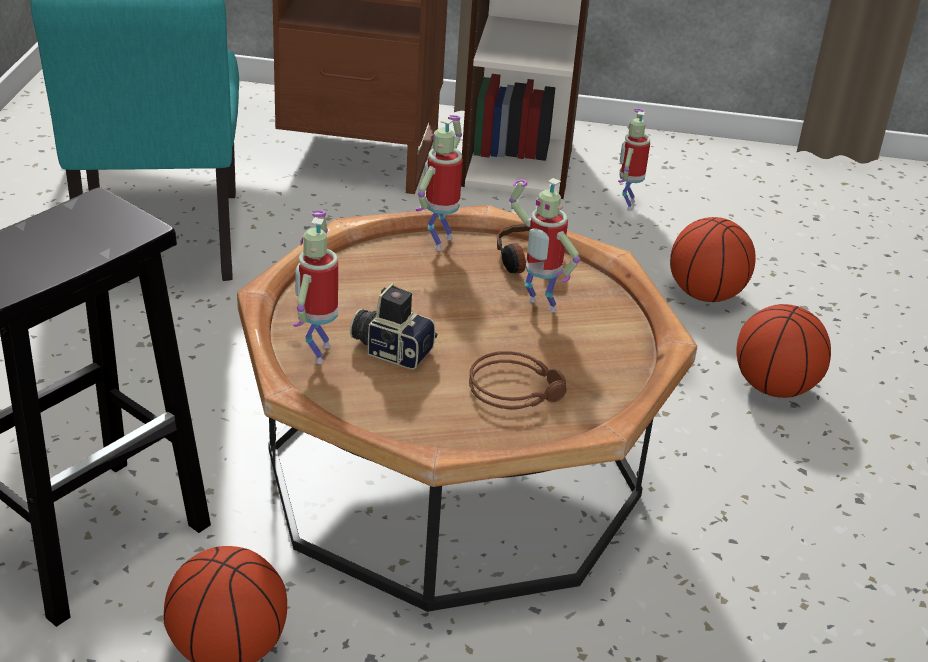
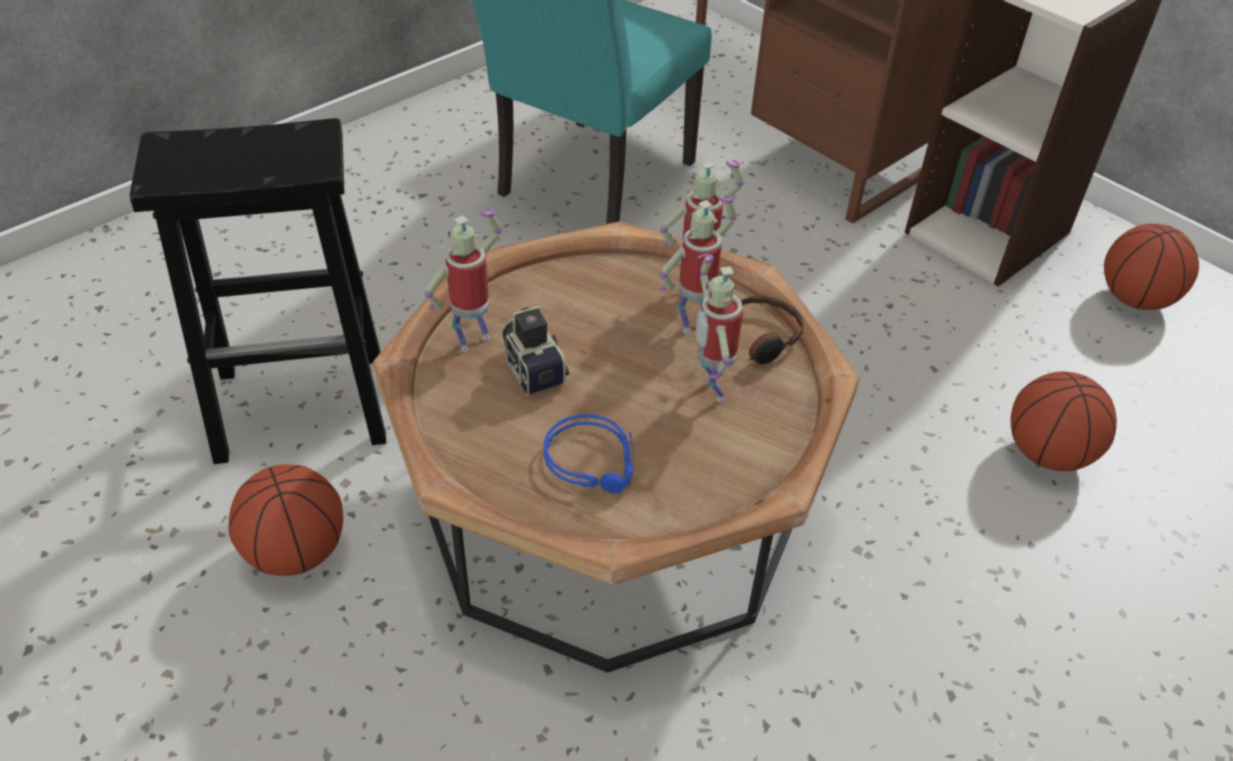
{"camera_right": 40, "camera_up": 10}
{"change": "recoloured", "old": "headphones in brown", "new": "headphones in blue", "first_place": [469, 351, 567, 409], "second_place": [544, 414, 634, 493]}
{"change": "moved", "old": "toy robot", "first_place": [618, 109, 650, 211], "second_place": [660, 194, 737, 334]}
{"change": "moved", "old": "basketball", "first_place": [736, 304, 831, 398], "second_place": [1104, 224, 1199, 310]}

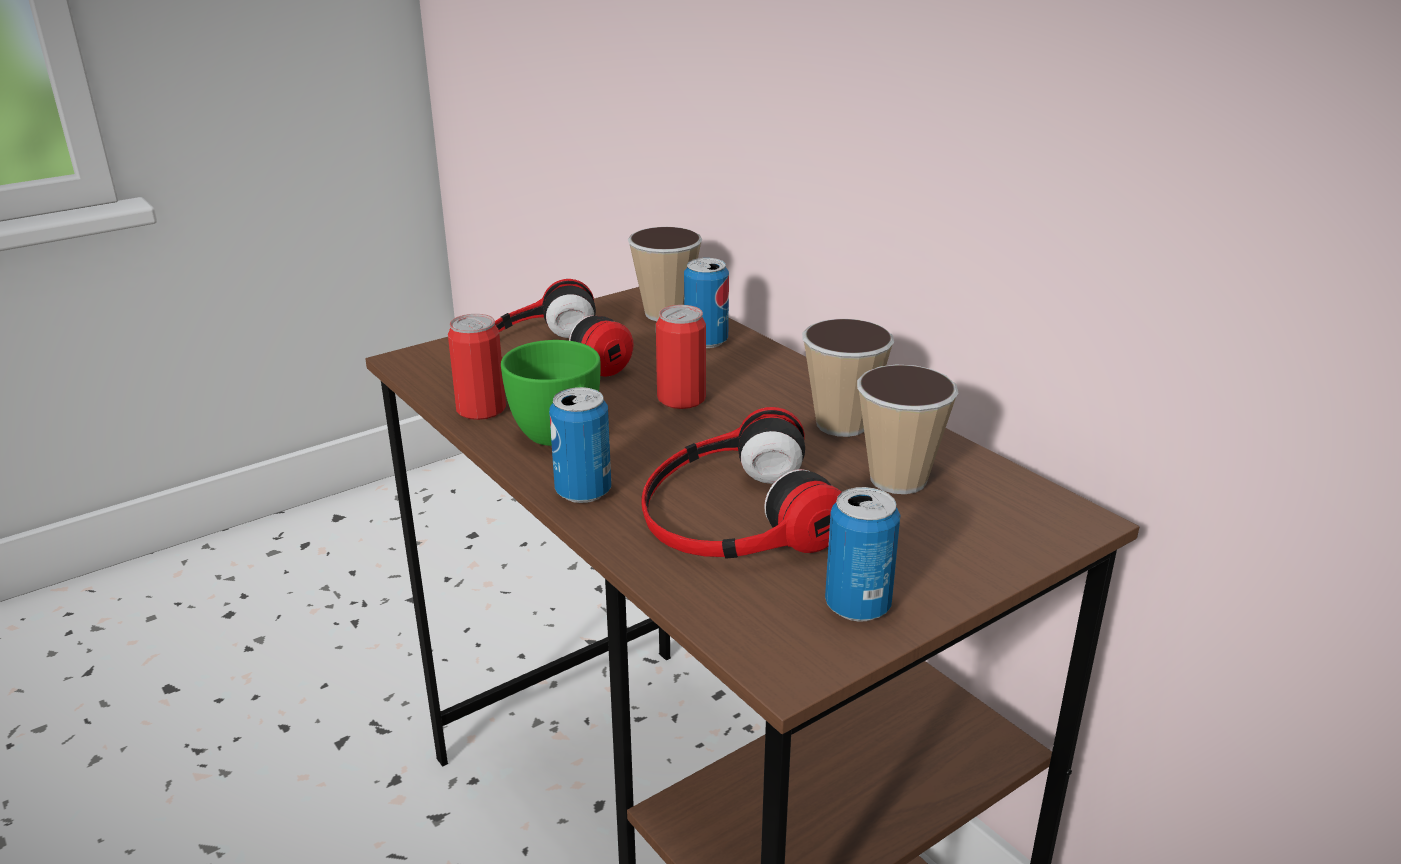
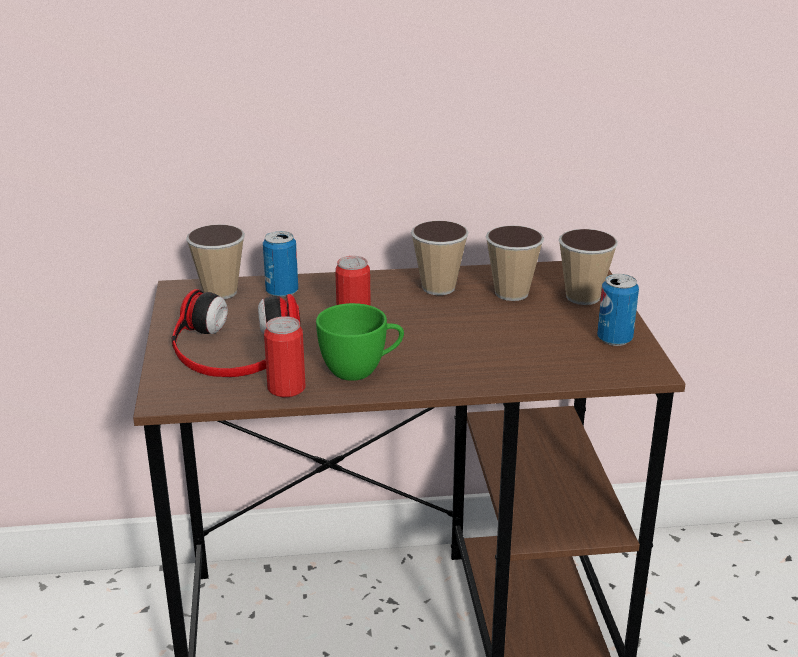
{"camera_right": -60, "camera_up": 0}
{"change": "added", "new": "cup", "second_place": [559, 229, 618, 305]}
{"change": "removed", "old": "can", "first_place": [549, 387, 611, 503]}
{"change": "removed", "old": "headphones", "first_place": [642, 407, 841, 559]}

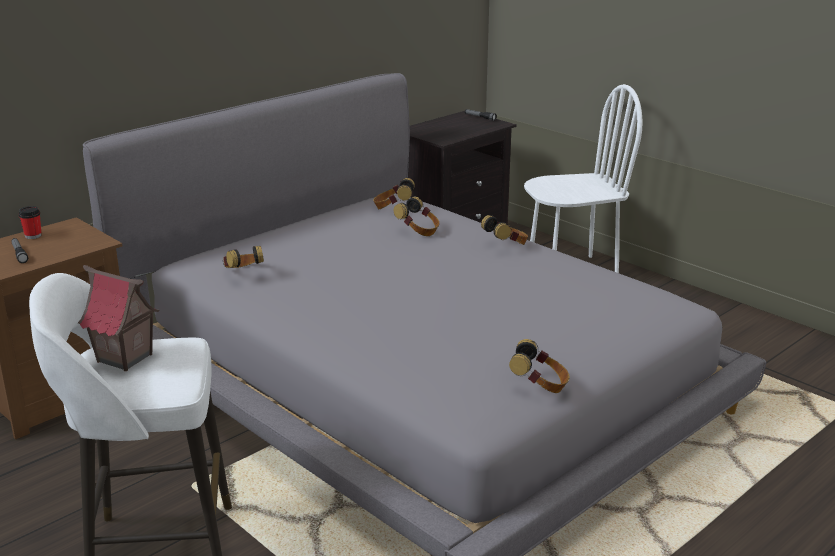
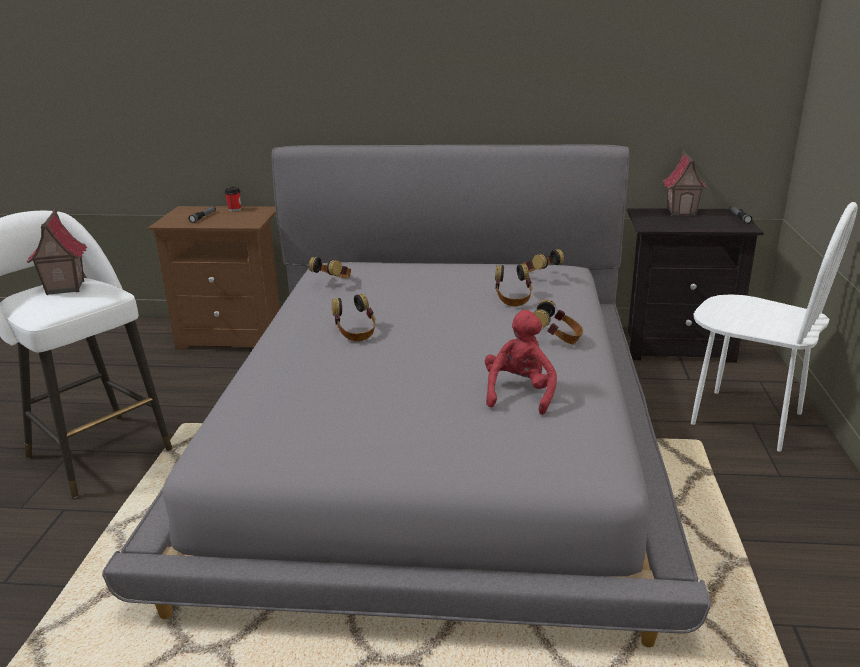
{"camera_right": 50, "camera_up": 0}
{"change": "moved", "old": "headphones", "first_place": [509, 339, 569, 393], "second_place": [332, 294, 375, 341]}
{"change": "added", "new": "plush toy in red", "second_place": [485, 310, 557, 415]}
{"change": "added", "new": "toy house", "second_place": [662, 150, 708, 216]}

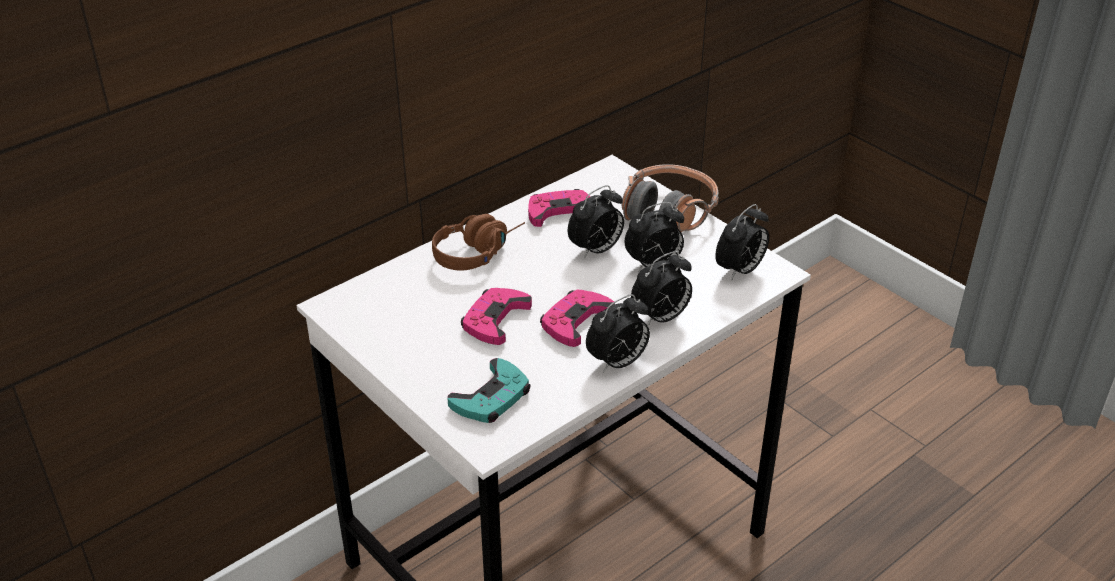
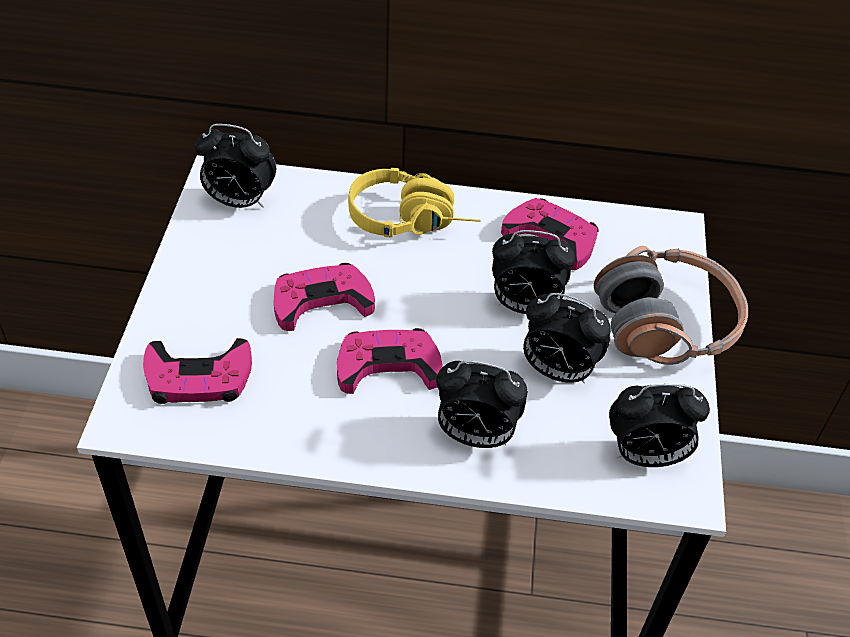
{"camera_right": 45, "camera_up": 10}
{"change": "recoloured", "old": "game controller in turquoise", "new": "game controller in pink", "first_place": [447, 358, 530, 423], "second_place": [143, 338, 252, 404]}
{"change": "moved", "old": "alarm clock", "first_place": [586, 294, 650, 373], "second_place": [195, 124, 276, 208]}
{"change": "recoloured", "old": "headphones in brown", "new": "headphones in yellow", "first_place": [432, 214, 525, 270], "second_place": [348, 168, 481, 237]}

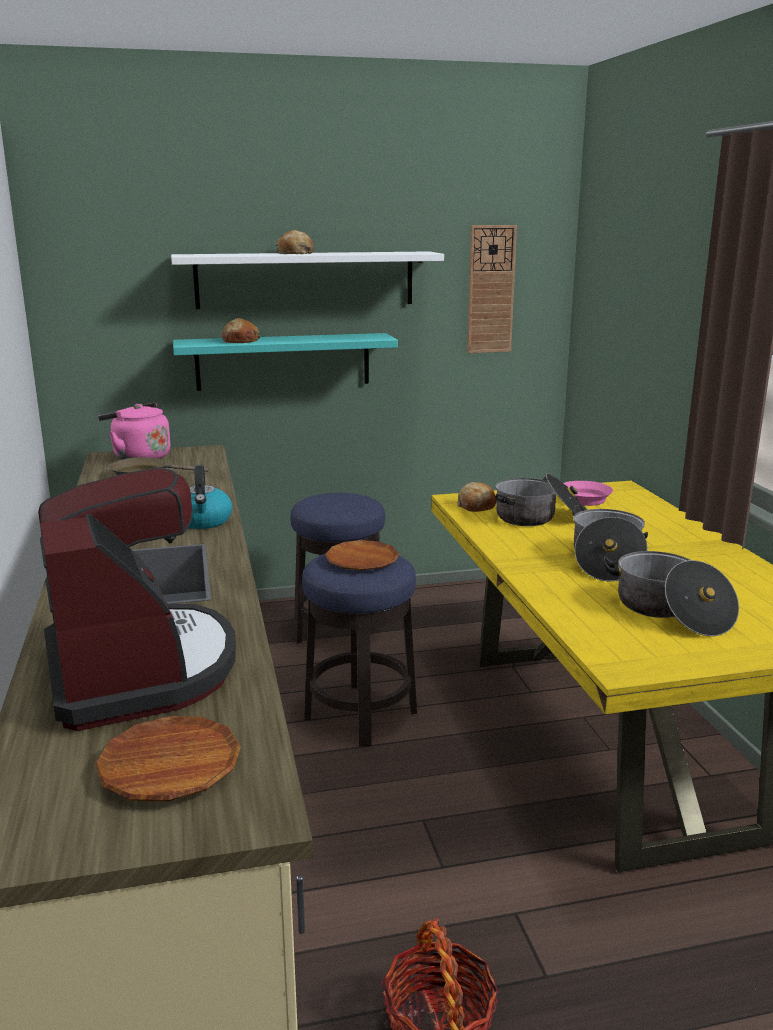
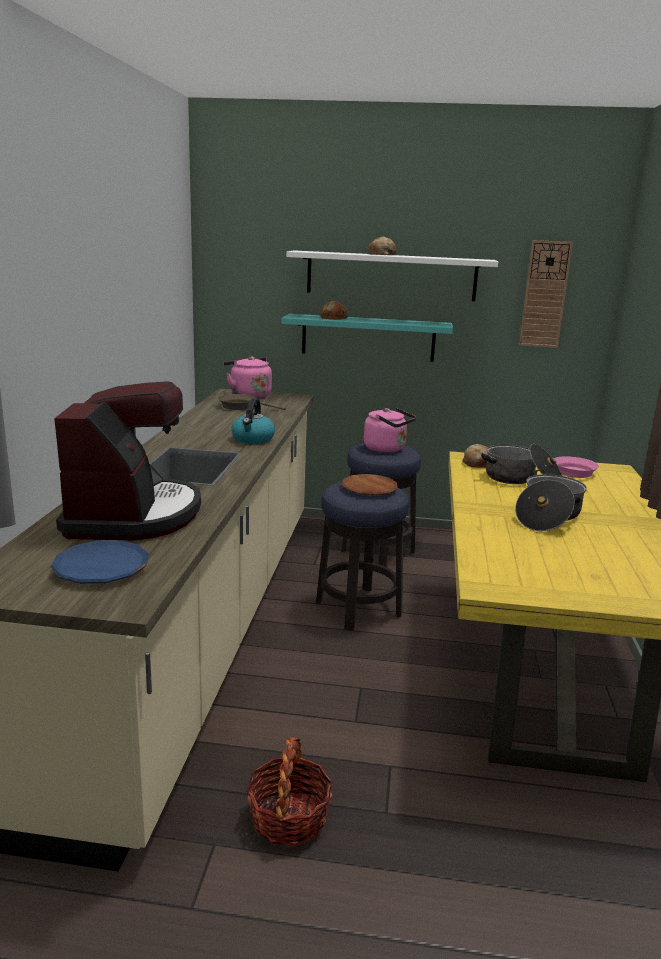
{"camera_right": 20, "camera_up": 0}
{"change": "recoloured", "old": "plate in brown", "new": "plate in blue", "first_place": [95, 716, 241, 802], "second_place": [51, 540, 149, 584]}
{"change": "added", "new": "kettle in pink", "second_place": [364, 408, 416, 453]}
{"change": "removed", "old": "cooking pot", "first_place": [603, 551, 739, 636]}

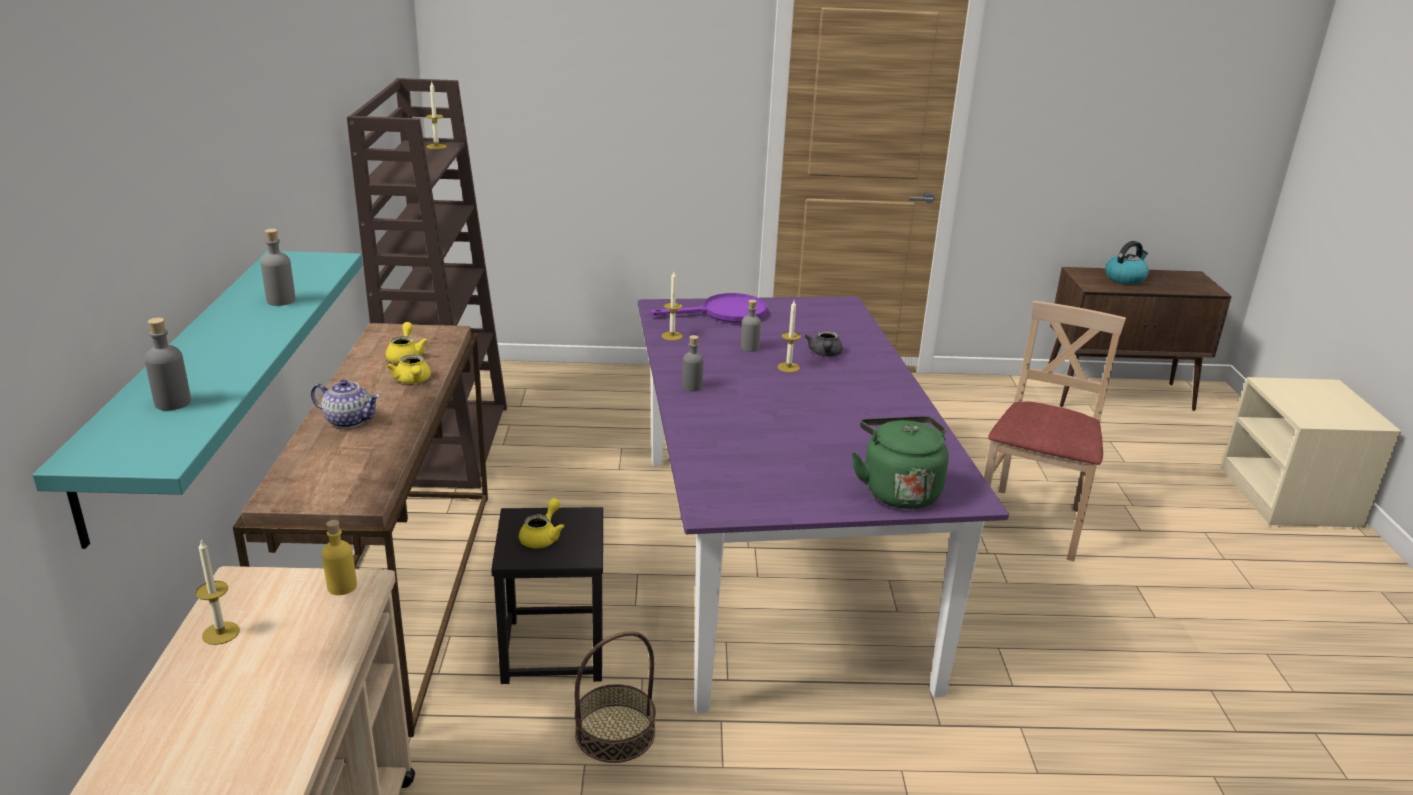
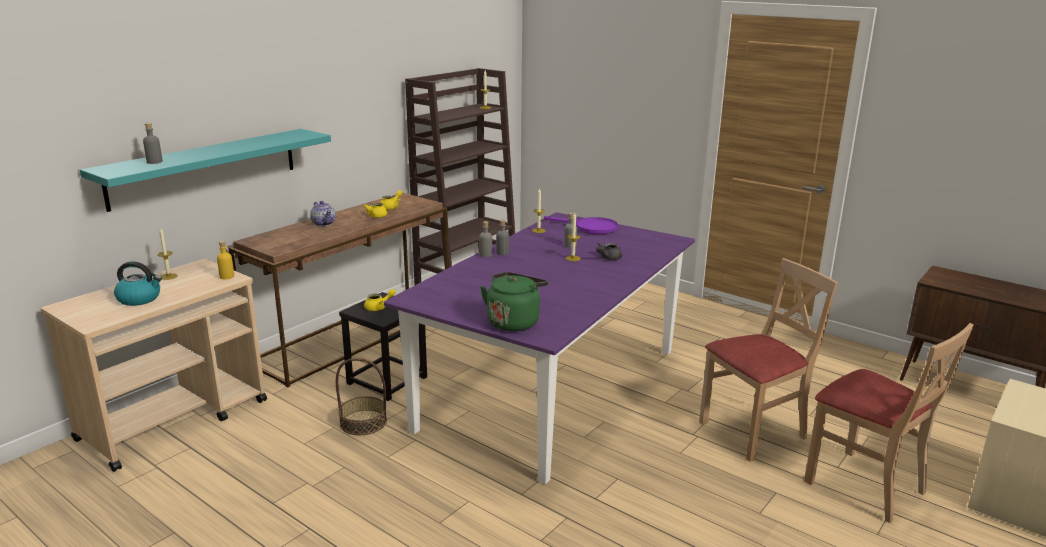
{"camera_right": 40, "camera_up": -5}
{"change": "moved", "old": "kettle", "first_place": [1105, 241, 1149, 285], "second_place": [114, 261, 162, 306]}
{"change": "moved", "old": "bottle in grey", "first_place": [261, 229, 296, 306], "second_place": [479, 221, 492, 257]}
{"change": "added", "new": "chair in beige", "second_place": [804, 323, 974, 523]}

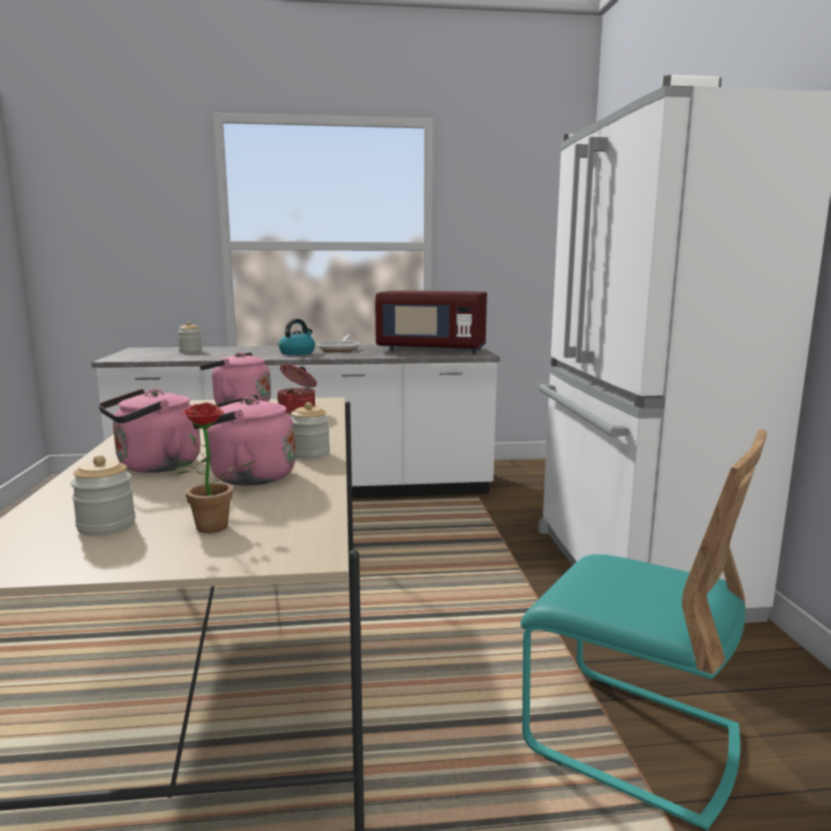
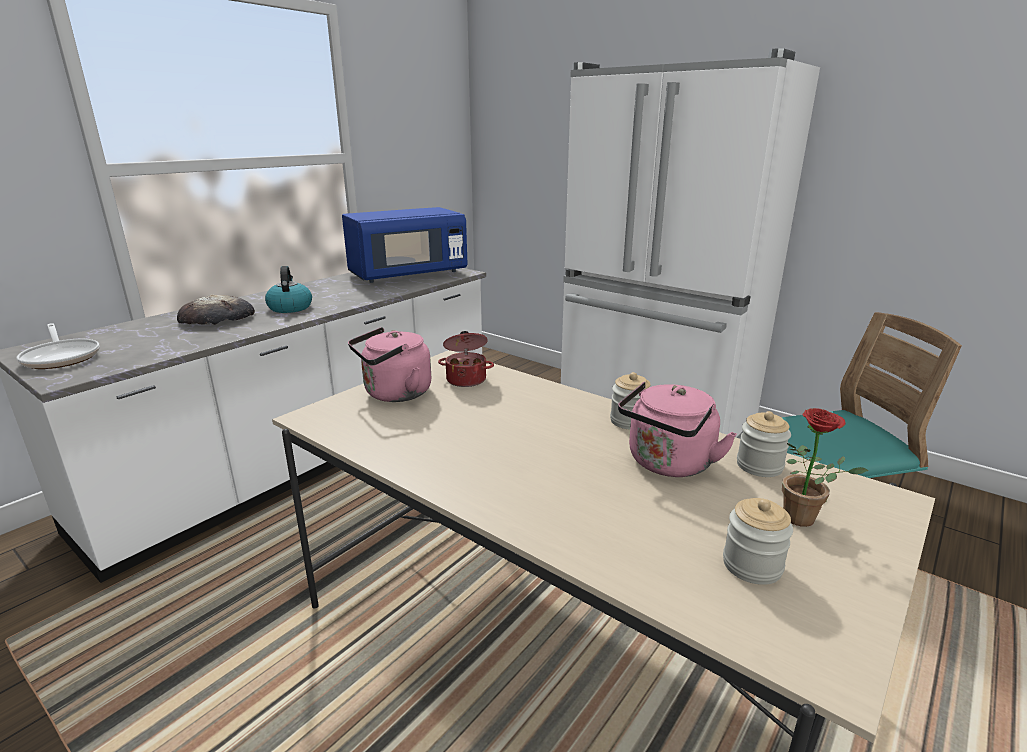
{"camera_right": -45, "camera_up": 10}
{"change": "moved", "old": "frying pan", "first_place": [318, 334, 360, 352], "second_place": [17, 323, 100, 369]}
{"change": "added", "new": "bread", "second_place": [177, 295, 255, 325]}
{"change": "recoloured", "old": "microwave in red", "new": "microwave in blue", "first_place": [375, 290, 487, 353], "second_place": [342, 207, 468, 283]}
{"change": "moved", "old": "jar", "first_place": [178, 322, 202, 353], "second_place": [737, 411, 791, 477]}
{"change": "removed", "old": "kettle in pink", "first_place": [98, 389, 201, 473]}

